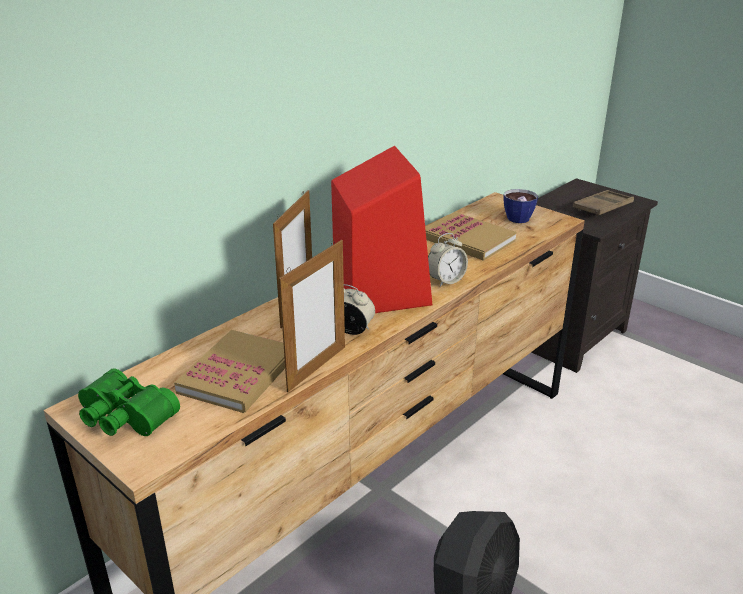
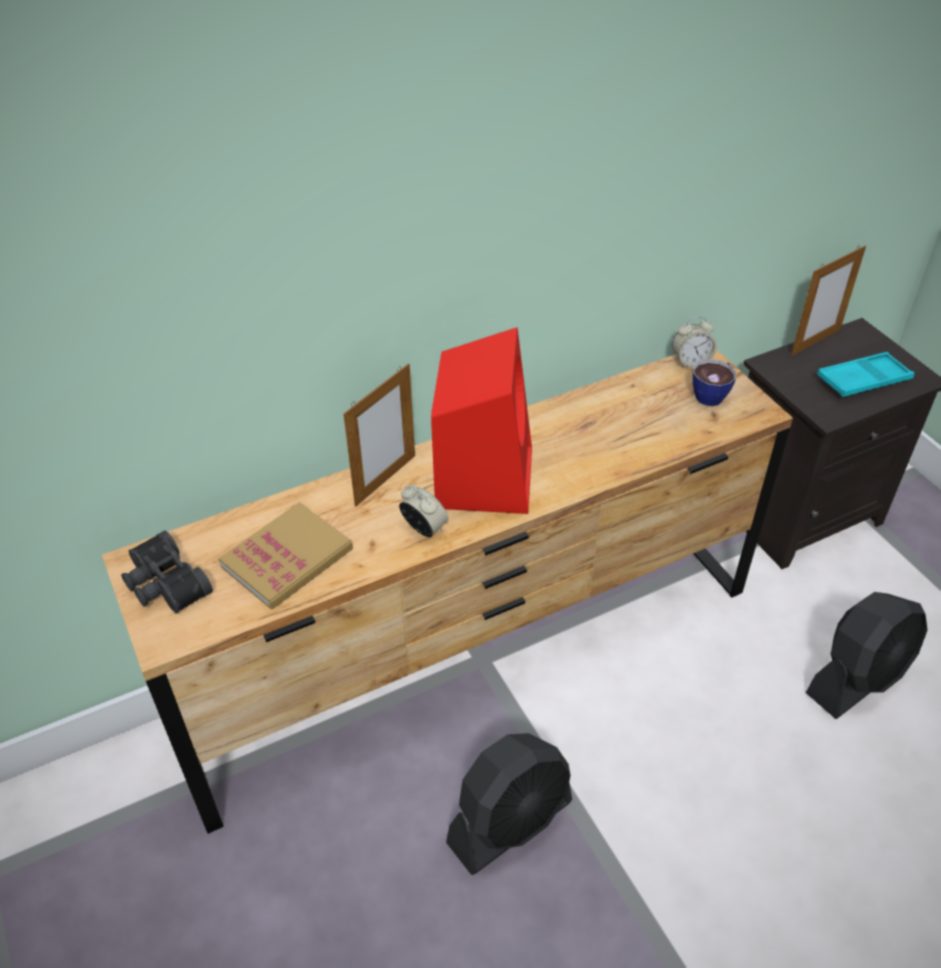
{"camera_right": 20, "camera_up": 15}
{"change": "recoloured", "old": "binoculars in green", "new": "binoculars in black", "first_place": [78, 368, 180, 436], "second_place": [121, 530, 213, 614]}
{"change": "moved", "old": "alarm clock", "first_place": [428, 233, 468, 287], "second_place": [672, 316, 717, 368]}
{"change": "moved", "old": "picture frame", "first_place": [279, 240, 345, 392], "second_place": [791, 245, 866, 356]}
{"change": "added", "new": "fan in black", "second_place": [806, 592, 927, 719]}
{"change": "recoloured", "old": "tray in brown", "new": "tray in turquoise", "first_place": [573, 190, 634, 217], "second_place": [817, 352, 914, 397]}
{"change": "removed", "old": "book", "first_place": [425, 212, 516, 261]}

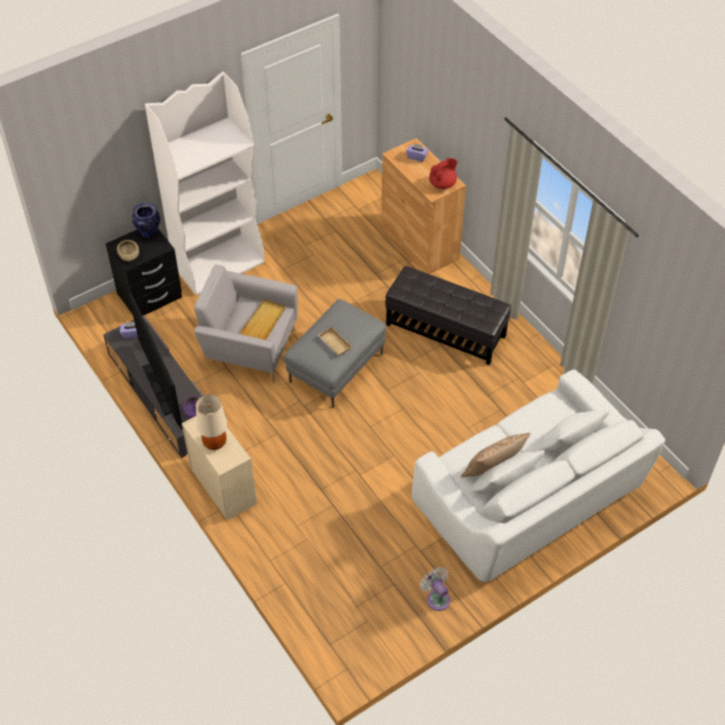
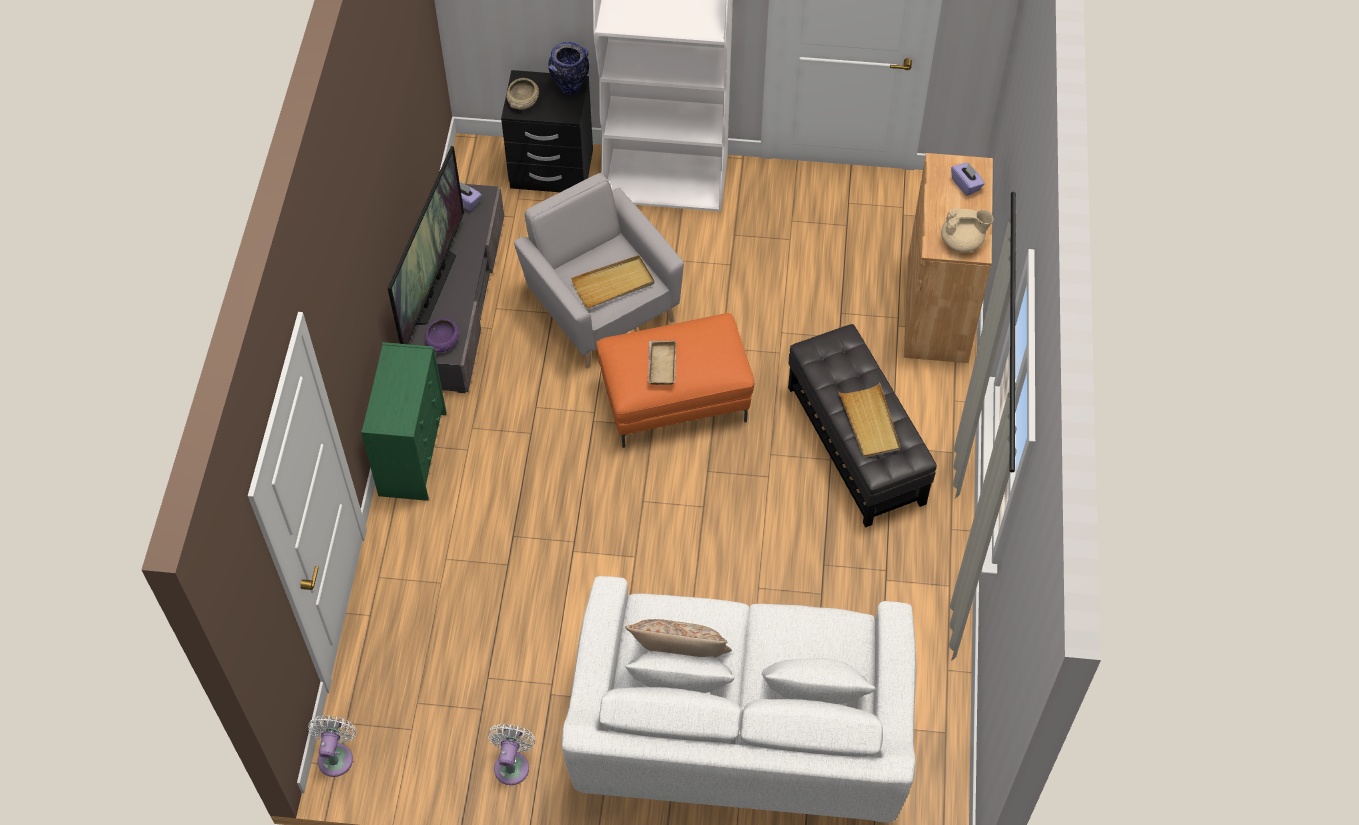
{"camera_right": 40, "camera_up": 5}
{"change": "added", "new": "fan in white", "second_place": [308, 715, 356, 777]}
{"change": "recoloured", "old": "dresser in beige", "new": "dresser in green", "first_place": [182, 413, 257, 521], "second_place": [361, 342, 447, 501]}
{"change": "recoloured", "old": "ottoman in grey", "new": "ottoman in orange", "first_place": [284, 299, 386, 408], "second_place": [596, 313, 754, 448]}
{"change": "added", "new": "tray in beige", "second_place": [838, 383, 901, 458]}
{"change": "recoloured", "old": "teapot in red", "new": "teapot in beige", "first_place": [429, 158, 457, 189], "second_place": [941, 208, 994, 252]}
{"change": "removed", "old": "table lamp in beige", "first_place": [196, 394, 227, 450]}

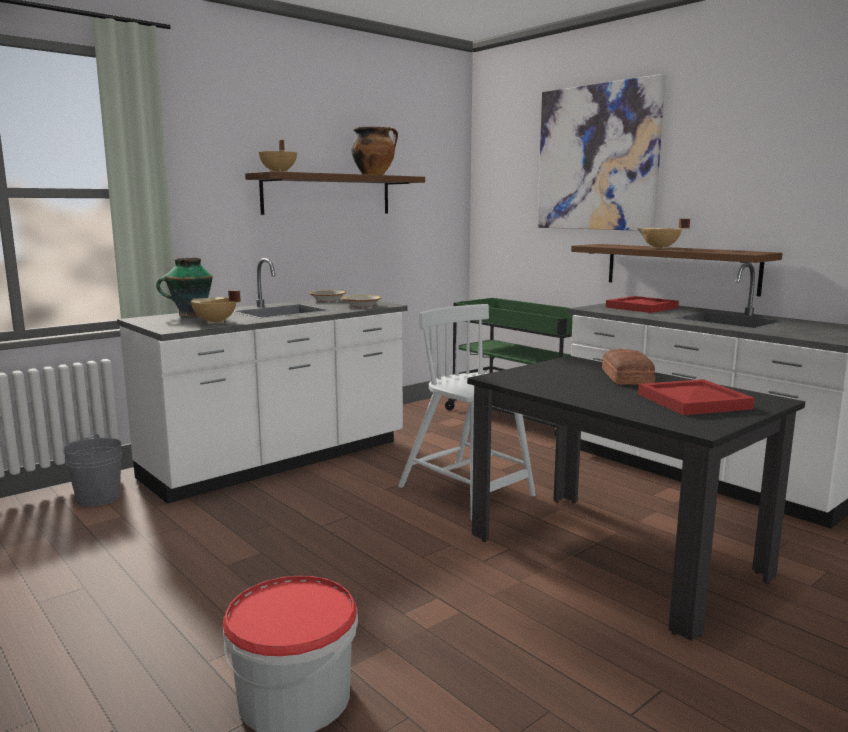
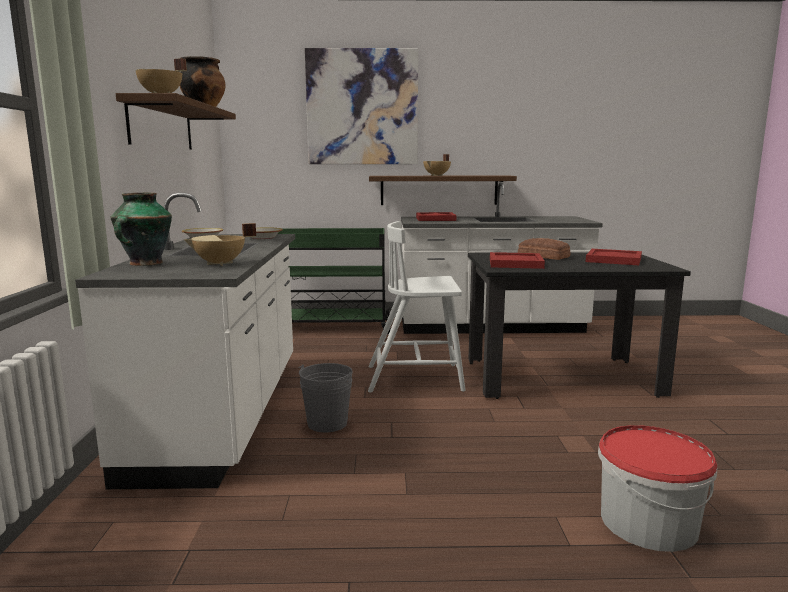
{"camera_right": -50, "camera_up": 0}
{"change": "moved", "old": "bucket in grey", "first_place": [62, 434, 122, 507], "second_place": [298, 363, 353, 432]}
{"change": "added", "new": "tray in red", "second_place": [490, 252, 545, 269]}

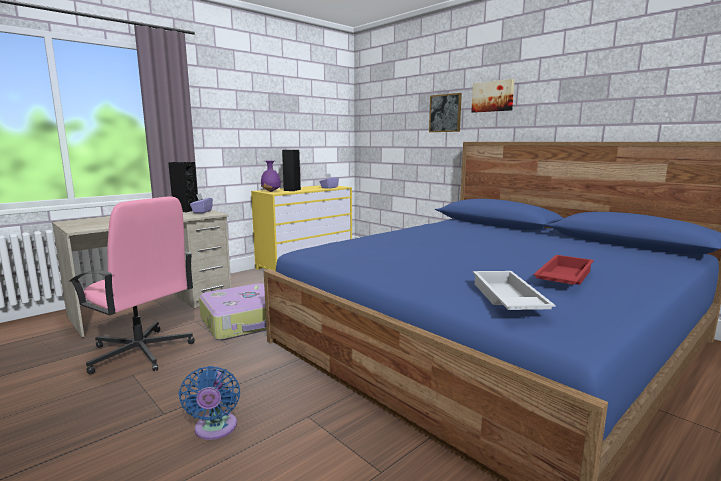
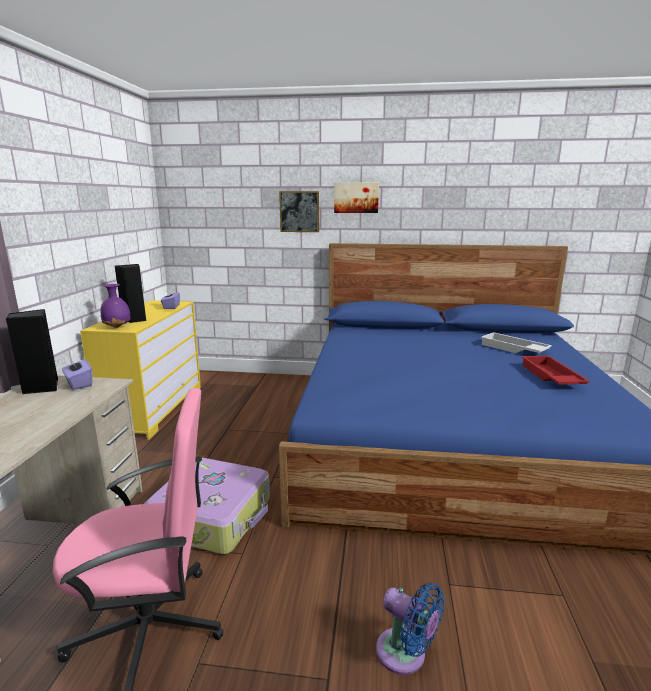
{"camera_right": -40, "camera_up": 5}
{"change": "moved", "old": "tray in white", "first_place": [473, 271, 556, 310], "second_place": [481, 332, 552, 353]}

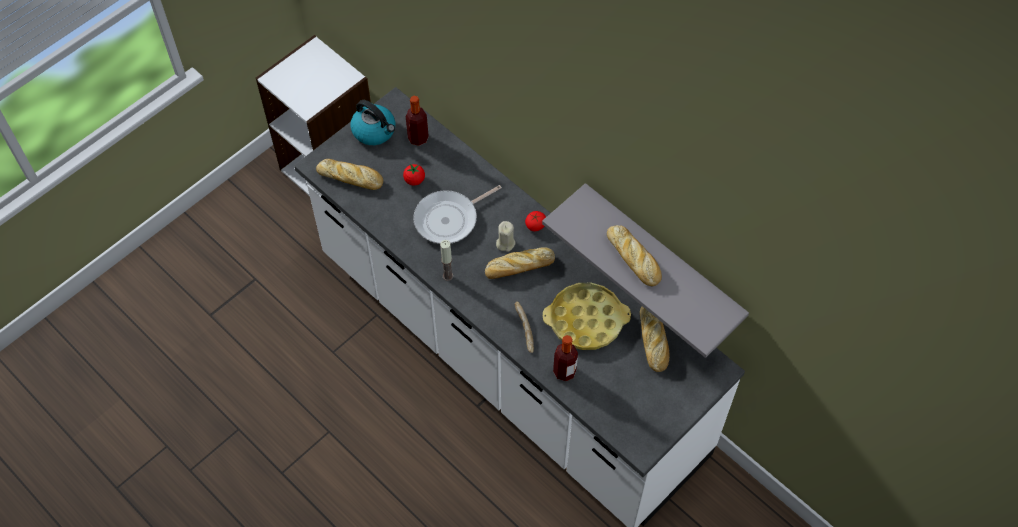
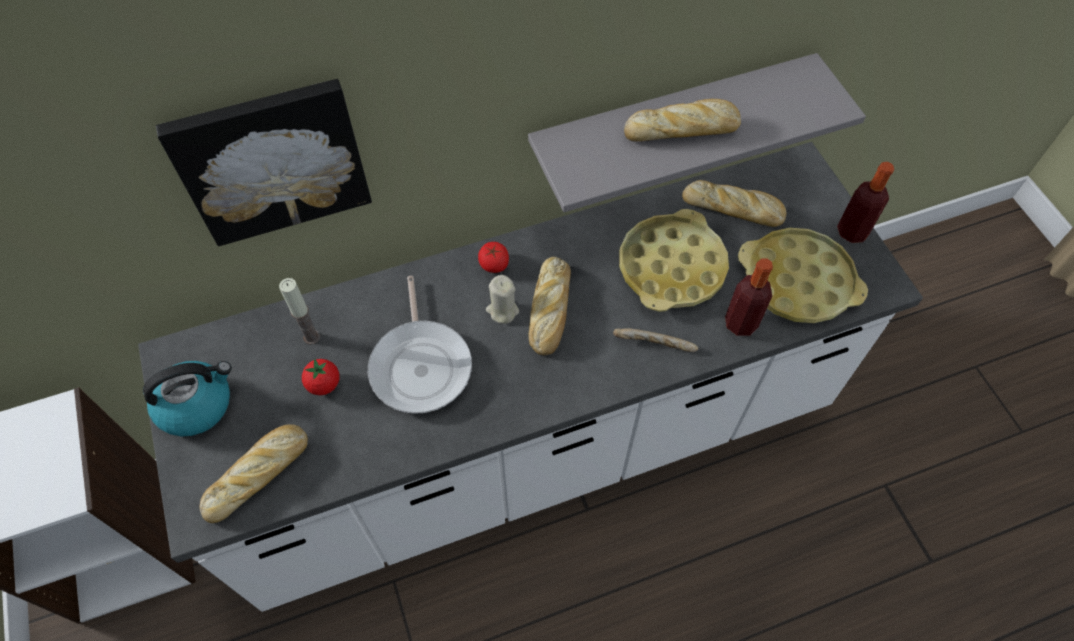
{"camera_right": -65, "camera_up": 0}
{"change": "added", "new": "picture", "second_place": [156, 79, 372, 246]}
{"change": "moved", "old": "candle", "first_place": [440, 240, 453, 281], "second_place": [279, 278, 320, 345]}
{"change": "added", "new": "tray in yellow", "second_place": [738, 228, 868, 323]}
{"change": "moved", "old": "bottle", "first_place": [406, 96, 429, 146], "second_place": [837, 162, 894, 243]}

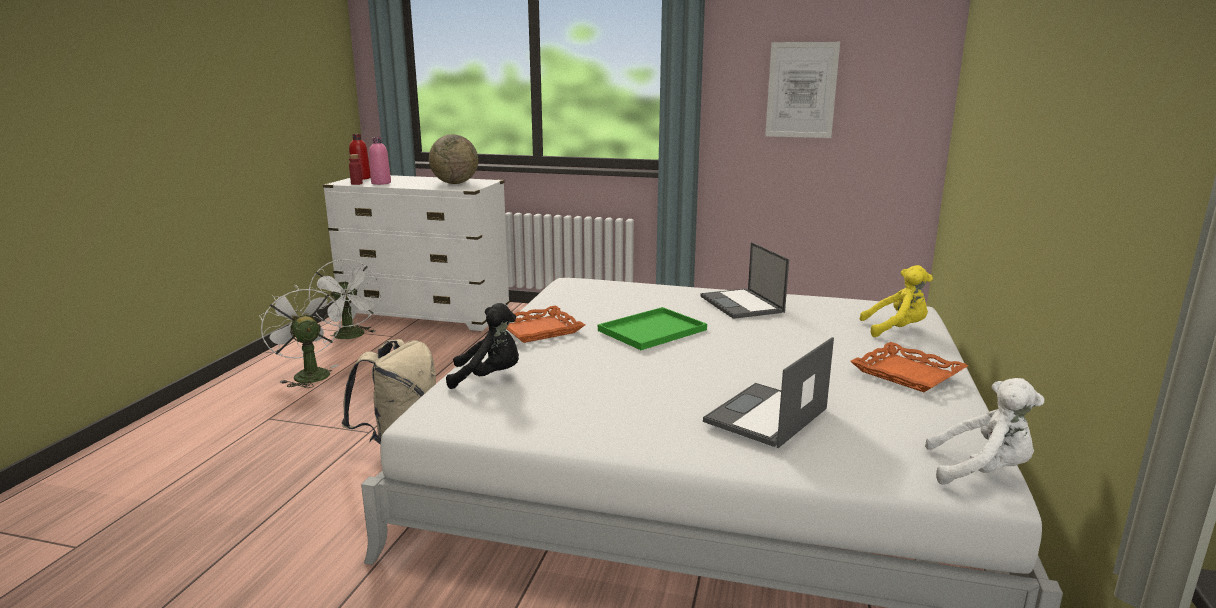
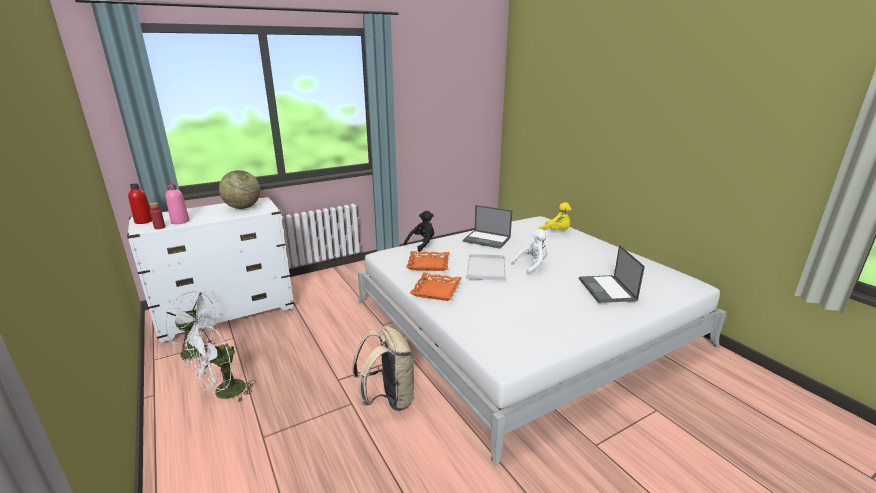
{"camera_right": -45, "camera_up": 5}
{"change": "turned", "old": "fan in white", "first_place": [259, 285, 341, 388], "second_place": [186, 326, 255, 401], "degrees": -60}
{"change": "moved", "old": "plush toy in black", "first_place": [446, 303, 519, 389], "second_place": [404, 211, 434, 252]}
{"change": "moved", "old": "tray in orange", "first_place": [850, 342, 969, 392], "second_place": [406, 251, 449, 271]}
{"change": "recoloured", "old": "tray in green", "new": "tray in white", "first_place": [598, 307, 707, 350], "second_place": [466, 254, 506, 281]}
{"change": "moved", "old": "plush toy in white", "first_place": [925, 378, 1044, 485], "second_place": [511, 229, 548, 275]}
{"change": "turned", "old": "plush toy in yellow", "first_place": [859, 265, 933, 337], "second_place": [539, 202, 571, 230], "degrees": 75}
{"change": "removed", "old": "picture", "first_place": [765, 42, 840, 138]}

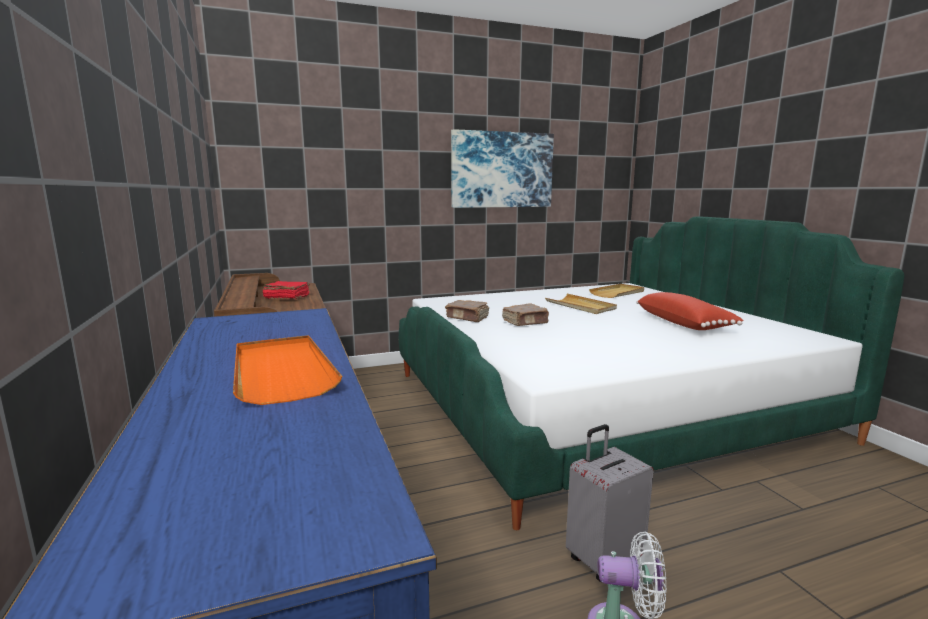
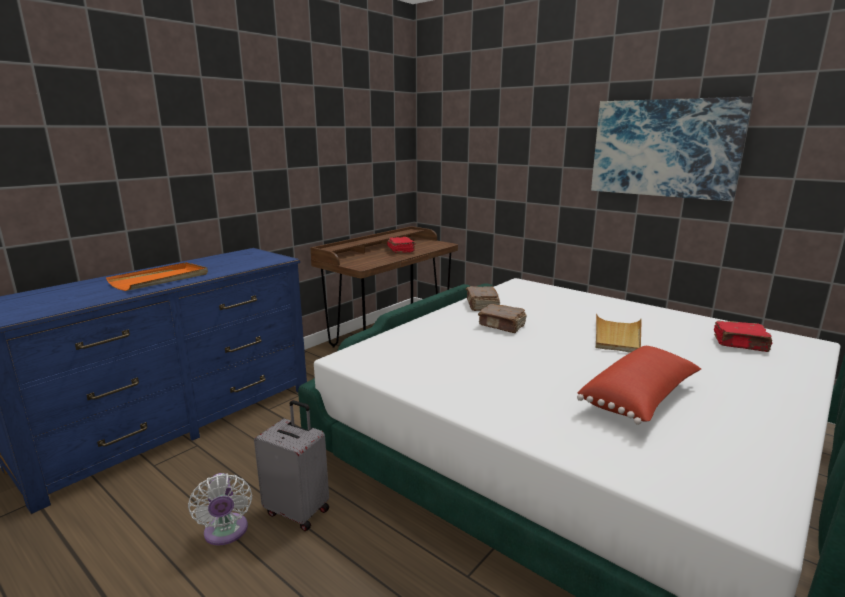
{"camera_right": 60, "camera_up": 5}
{"change": "replaced", "old": "tray in beige", "new": "book in red", "first_place": [589, 284, 644, 298], "second_place": [714, 321, 773, 352]}

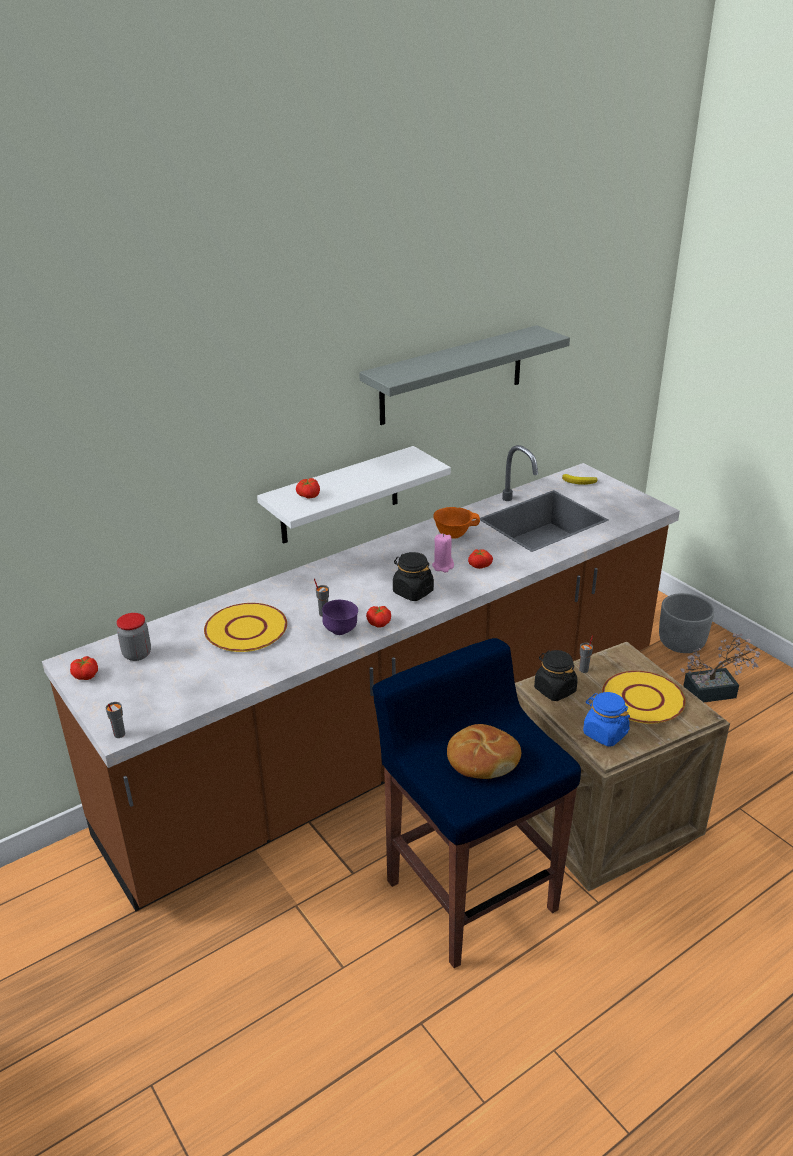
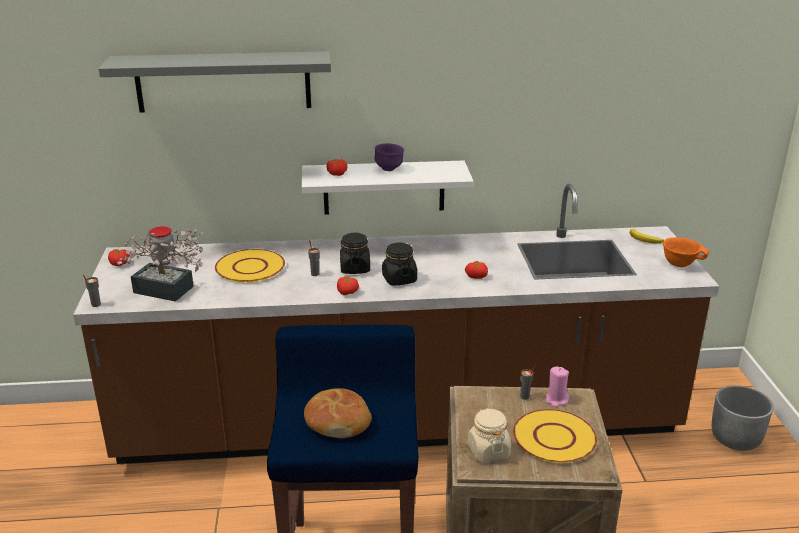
{"camera_right": 30, "camera_up": -5}
{"change": "moved", "old": "shelf in grey", "first_place": [359, 325, 570, 425], "second_place": [99, 51, 331, 113]}
{"change": "moved", "old": "potted plant", "first_place": [681, 633, 760, 702], "second_place": [117, 229, 204, 302]}
{"change": "moved", "old": "jar in black", "first_place": [534, 650, 578, 701], "second_place": [340, 233, 370, 274]}
{"change": "moved", "old": "bowl in purple", "first_place": [322, 600, 358, 635], "second_place": [375, 143, 404, 171]}
{"change": "recoloured", "old": "jar in blue", "new": "jar in beige", "first_place": [583, 692, 630, 746], "second_place": [468, 408, 511, 463]}
{"change": "moved", "old": "candle in pink", "first_place": [432, 534, 454, 573], "second_place": [545, 367, 569, 407]}
{"change": "moved", "old": "bowl in orange", "first_place": [433, 507, 480, 539], "second_place": [663, 237, 709, 267]}

